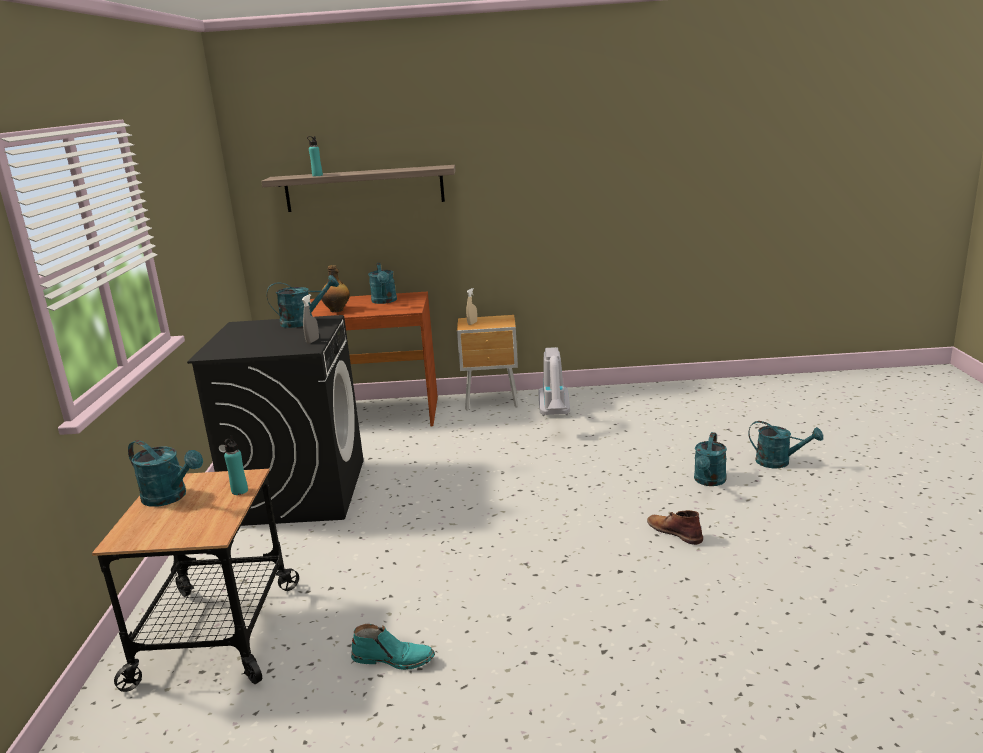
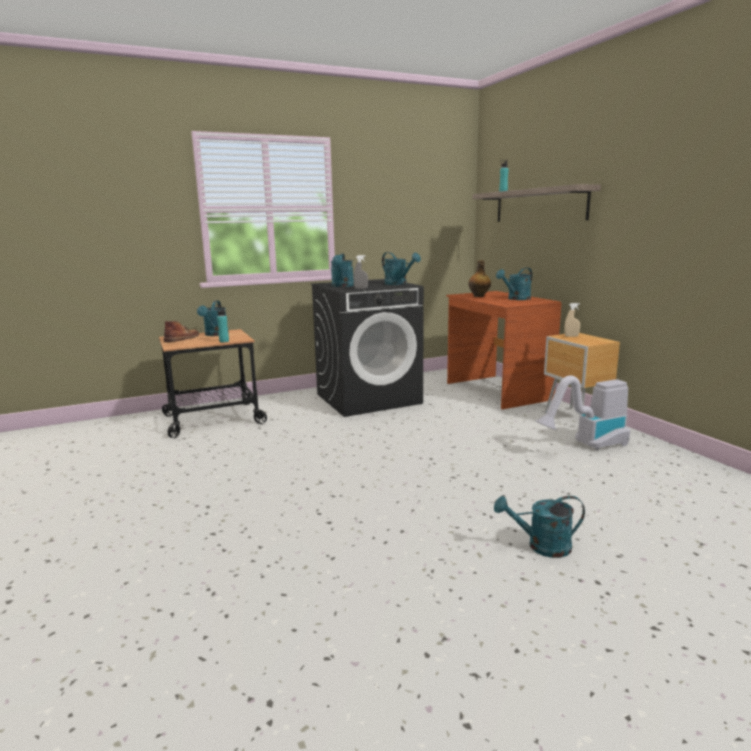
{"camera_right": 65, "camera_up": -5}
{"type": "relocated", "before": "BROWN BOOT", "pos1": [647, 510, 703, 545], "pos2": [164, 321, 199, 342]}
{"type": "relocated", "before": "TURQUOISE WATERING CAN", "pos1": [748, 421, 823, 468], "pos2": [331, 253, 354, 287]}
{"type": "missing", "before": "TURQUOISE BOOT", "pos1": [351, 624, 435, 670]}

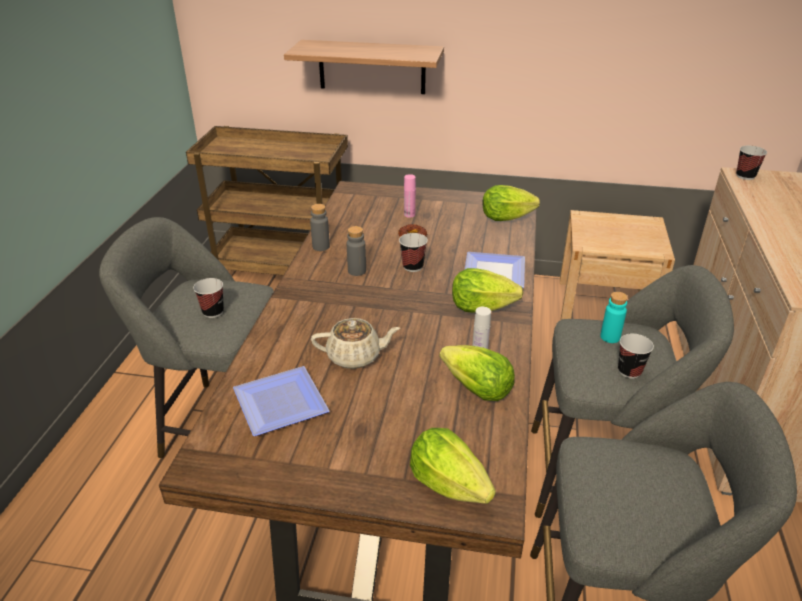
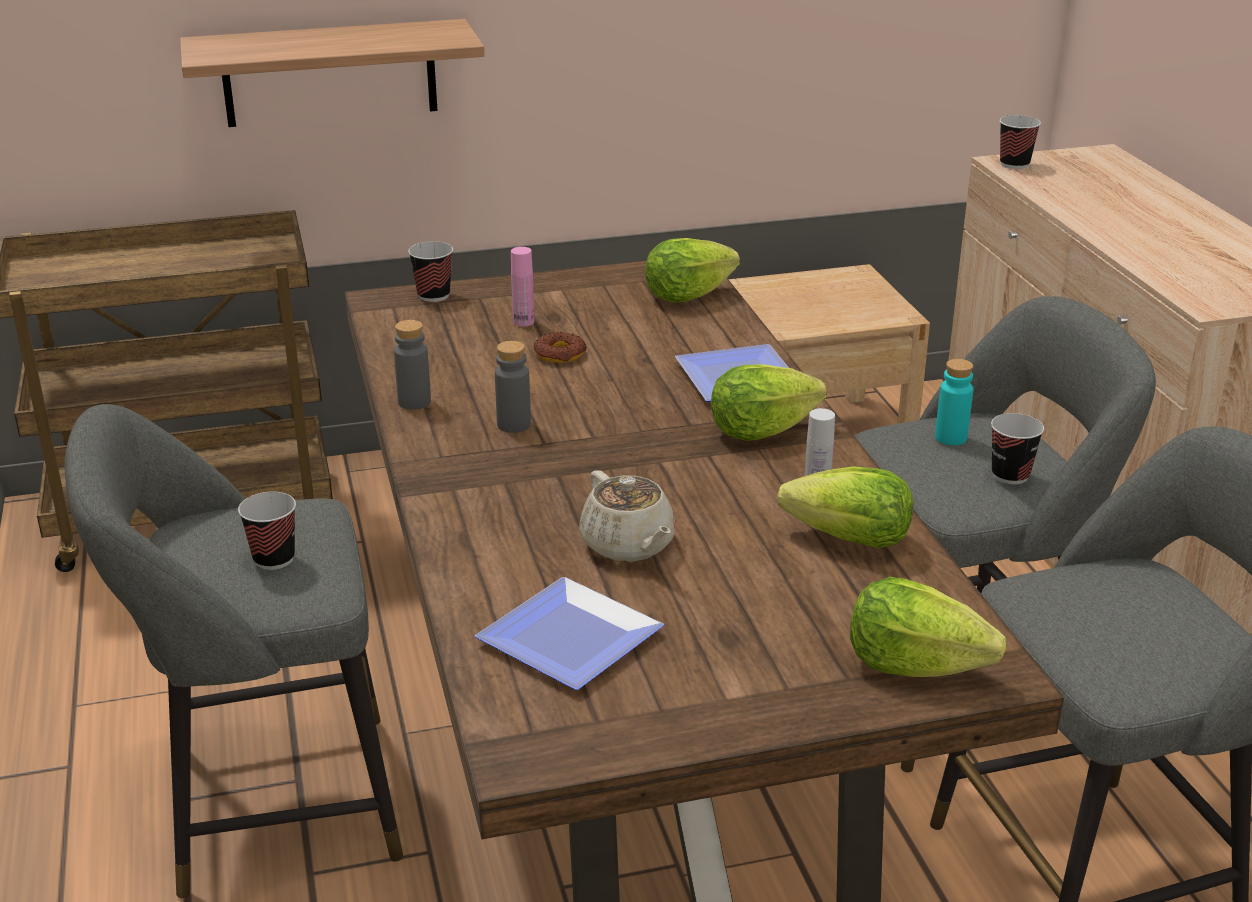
{"camera_right": -25, "camera_up": -5}
{"type": "relocated", "before": "CUP", "pos1": [399, 233, 428, 272], "pos2": [408, 241, 453, 302]}
{"type": "spun", "before": "BEIGE TEAPOT", "pos1": [311, 318, 400, 369], "pos2": [579, 470, 676, 562], "turn": 90}

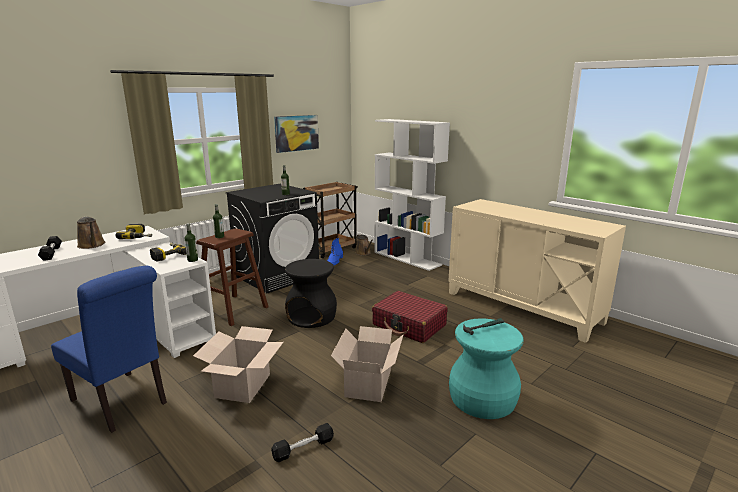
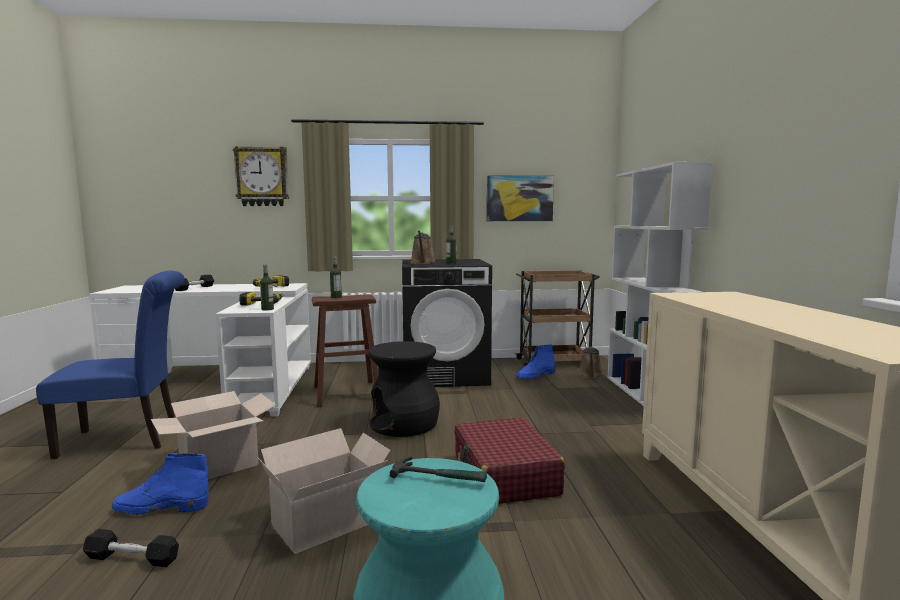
{"camera_right": 40, "camera_up": -10}
{"type": "spun", "before": "BLUE CHAIR", "pos1": [51, 266, 167, 433], "pos2": [36, 271, 184, 459], "turn": -90}
{"type": "appeared", "after": "BLUE BOOT", "pos2": [112, 453, 209, 515]}
{"type": "appeared", "after": "WALL CLOCK", "pos2": [233, 146, 289, 206]}
{"type": "relocated", "before": "BROWN WATERING CAN", "pos1": [77, 216, 105, 249], "pos2": [410, 231, 436, 264]}

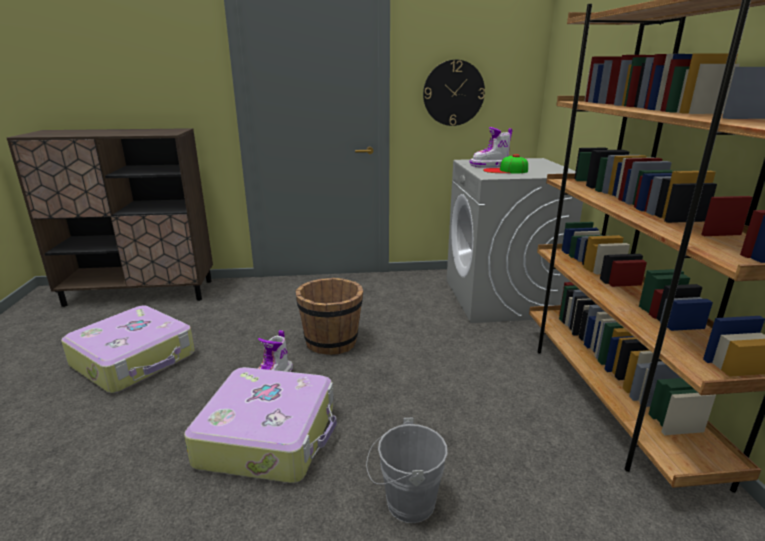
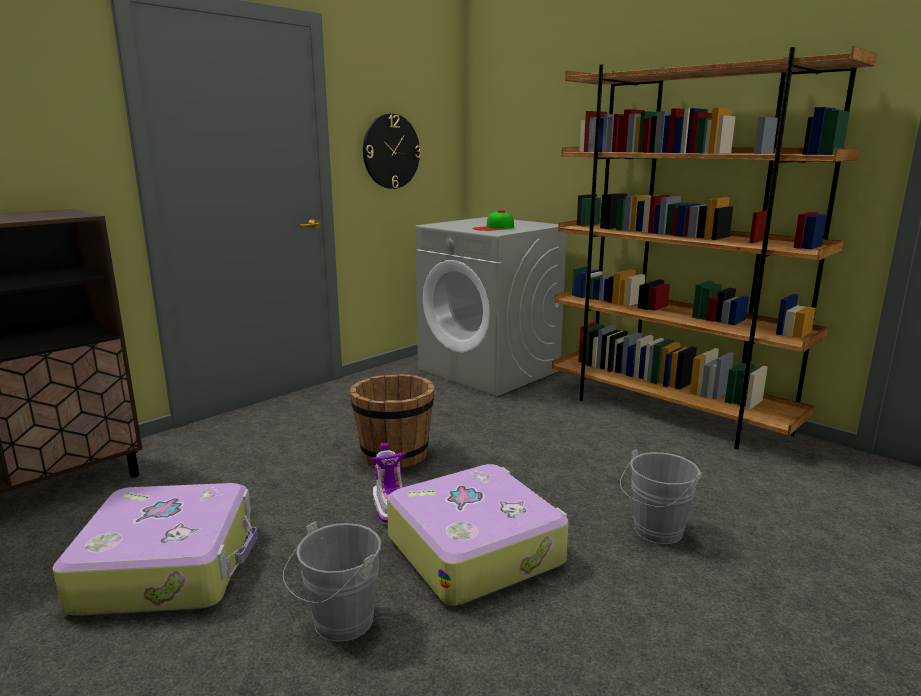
{"camera_right": -40, "camera_up": -5}
{"type": "appeared", "after": "GREY BUCKET", "pos2": [283, 521, 381, 642]}
{"type": "missing", "before": "BOOT", "pos1": [470, 127, 512, 167]}

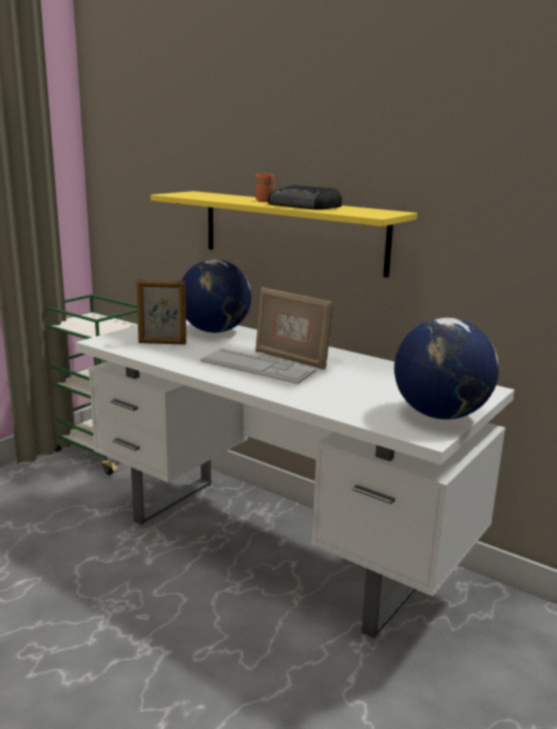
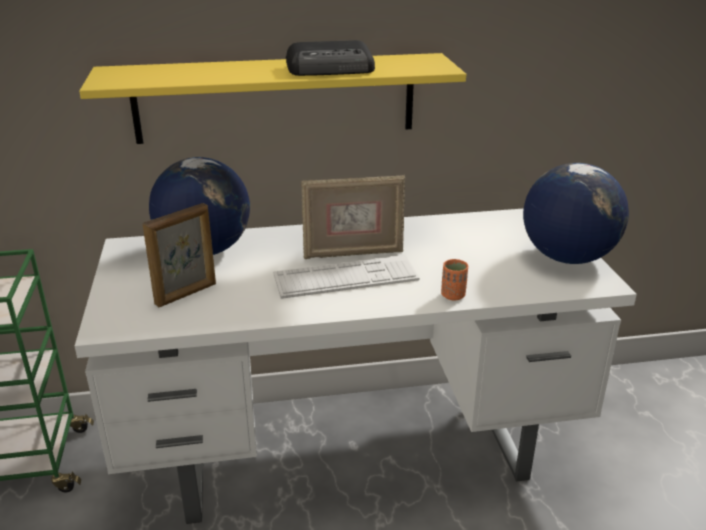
{"camera_right": -45, "camera_up": 10}
{"type": "relocated", "before": "ORANGE CUP", "pos1": [256, 174, 274, 202], "pos2": [441, 259, 468, 301]}

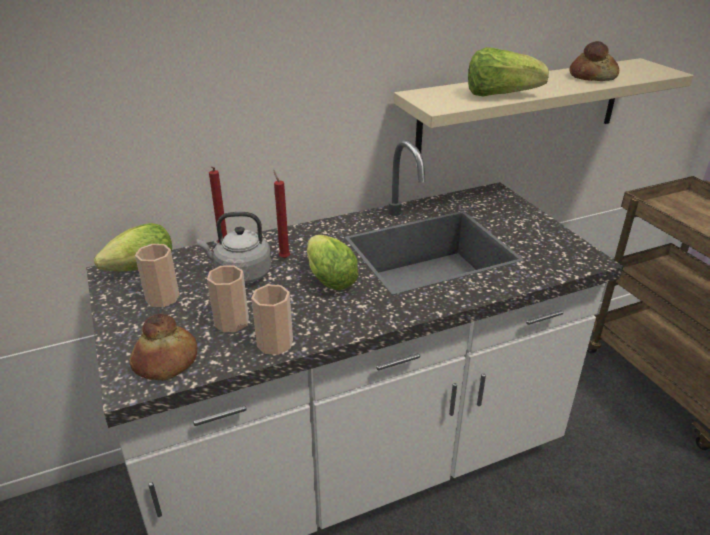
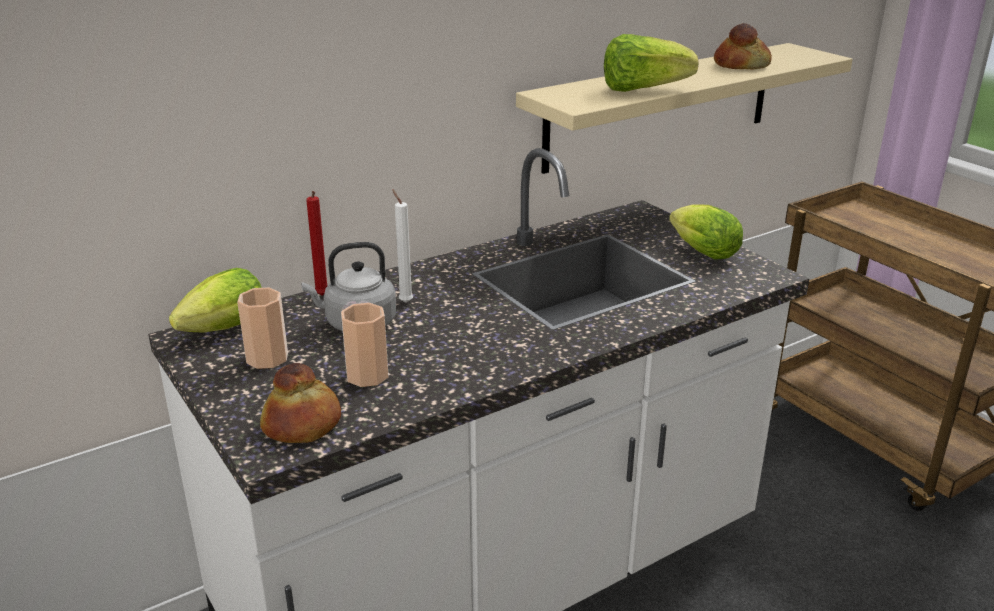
{"camera_right": -10, "camera_up": -5}
{"type": "colour", "before": "RED CANDLE", "after": "WHITE CANDLE", "pos1": [273, 170, 290, 258], "pos2": [392, 189, 413, 303]}
{"type": "relocated", "before": "LETTUCE", "pos1": [307, 235, 359, 290], "pos2": [669, 204, 743, 260]}
{"type": "missing", "before": "CUP", "pos1": [251, 284, 293, 355]}

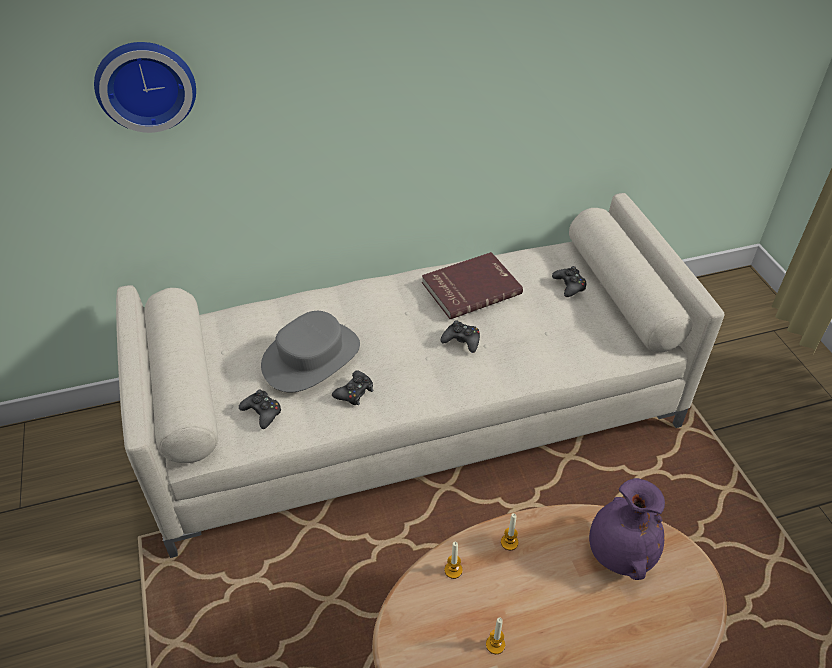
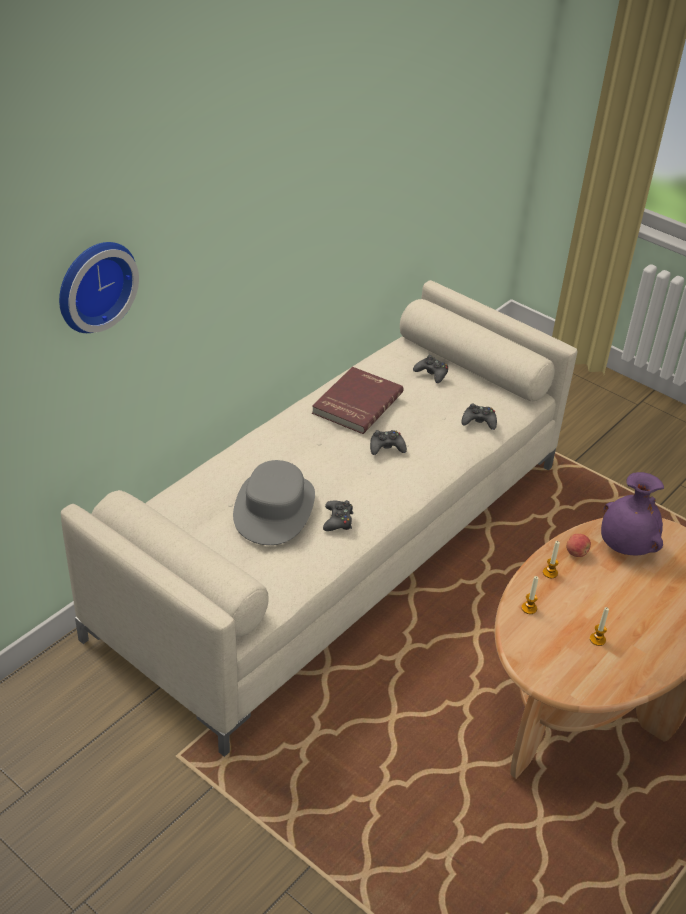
{"camera_right": -35, "camera_up": -5}
{"type": "relocated", "before": "BLACK GAME CONTROLLER", "pos1": [239, 389, 282, 429], "pos2": [462, 403, 497, 430]}
{"type": "appeared", "after": "APPLE", "pos2": [566, 534, 591, 557]}

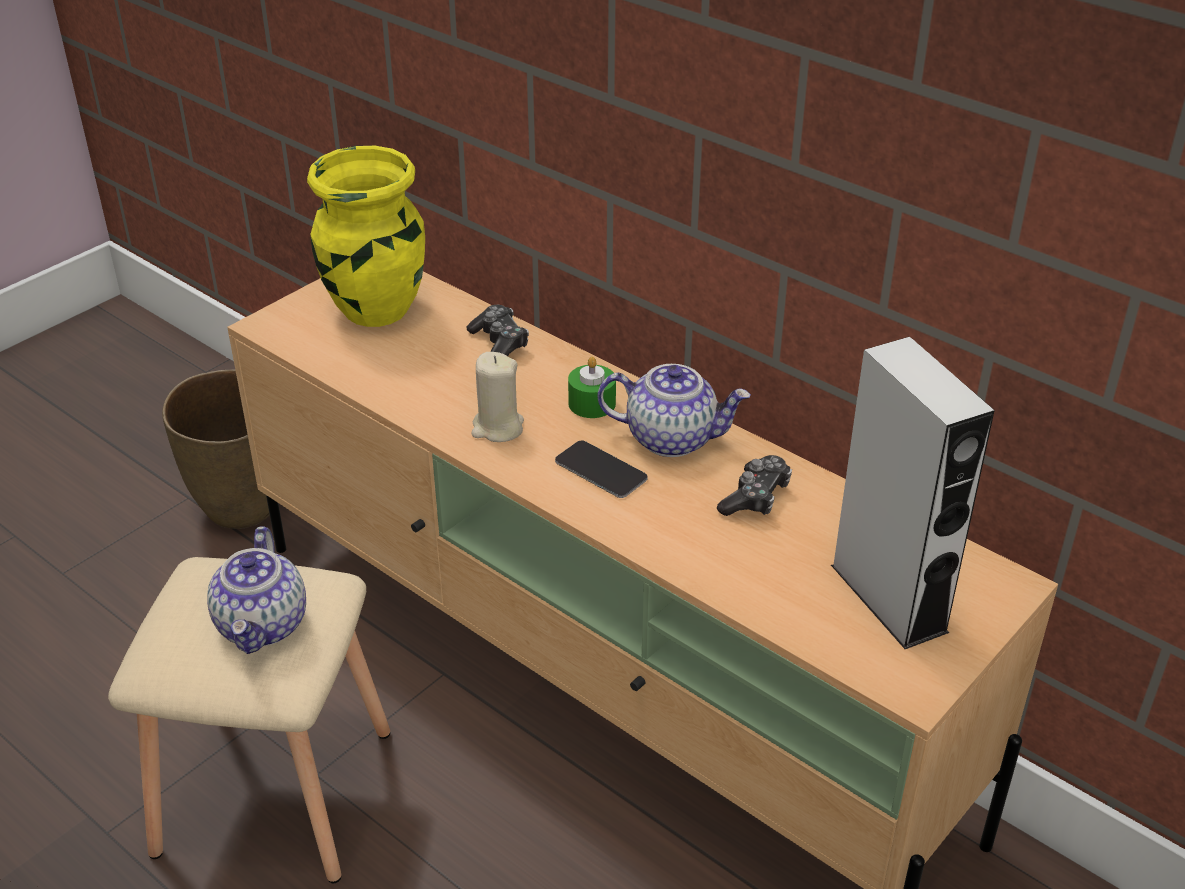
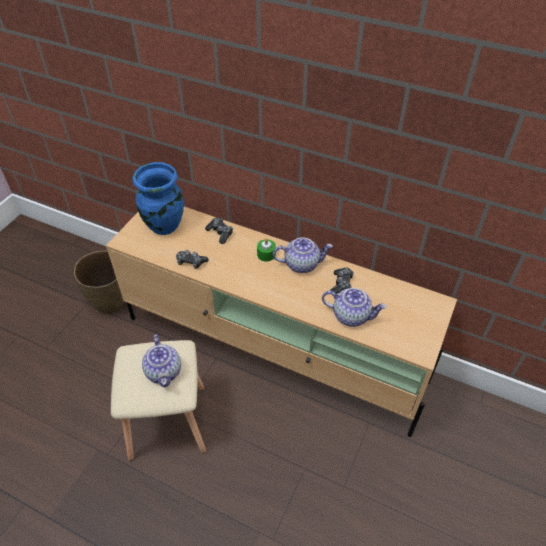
{"camera_right": -15, "camera_up": 10}
{"type": "colour", "before": "YELLOW VASE", "after": "BLUE VASE", "pos1": [307, 146, 425, 327], "pos2": [132, 162, 184, 235]}
{"type": "appeared", "after": "GAME CONTROLLER", "pos2": [176, 250, 209, 269]}
{"type": "appeared", "after": "TEAPOT", "pos2": [322, 288, 387, 327]}
{"type": "missing", "before": "BEIGE CANDLE", "pos1": [472, 352, 524, 442]}
{"type": "missing", "before": "PHONE", "pos1": [555, 441, 647, 498]}
{"type": "missing", "before": "GREY SPEAKER", "pos1": [831, 337, 995, 649]}

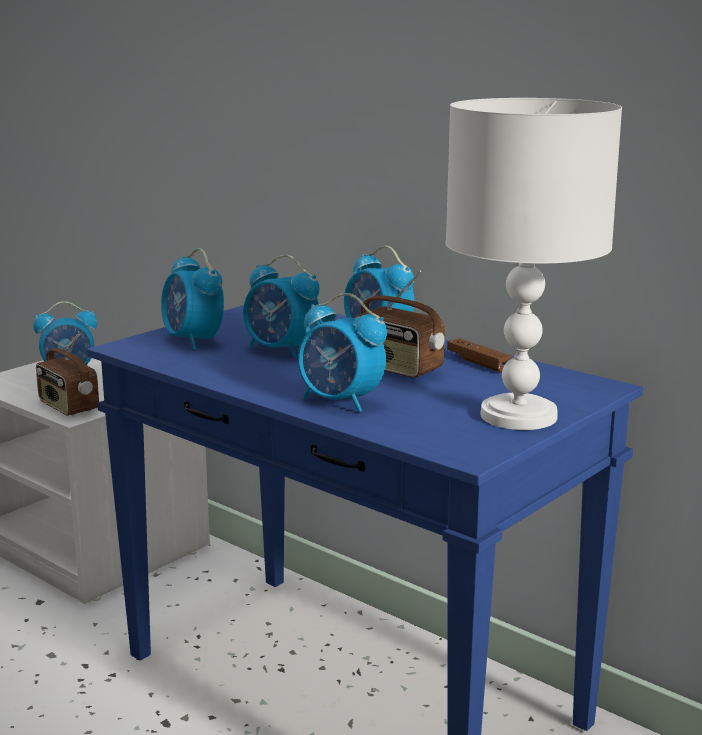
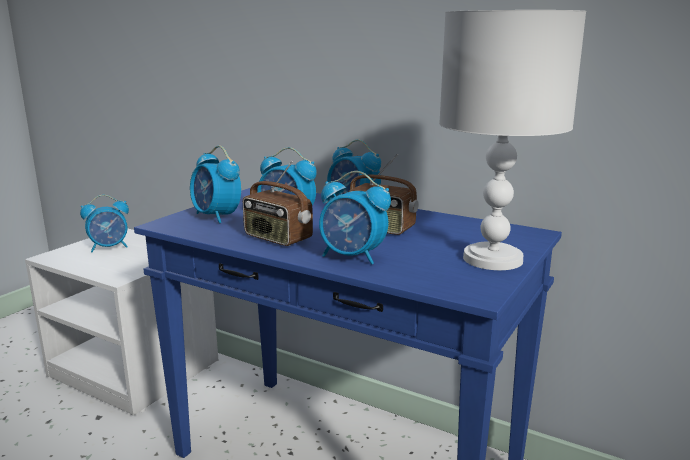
{"camera_right": -10, "camera_up": 0}
{"type": "relocated", "before": "RADIO", "pos1": [36, 331, 99, 416], "pos2": [243, 161, 313, 246]}
{"type": "missing", "before": "BROWN GAME CONTROLLER", "pos1": [447, 338, 511, 372]}

